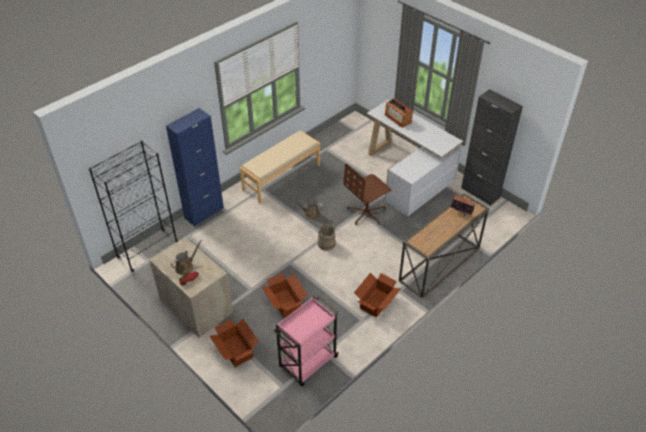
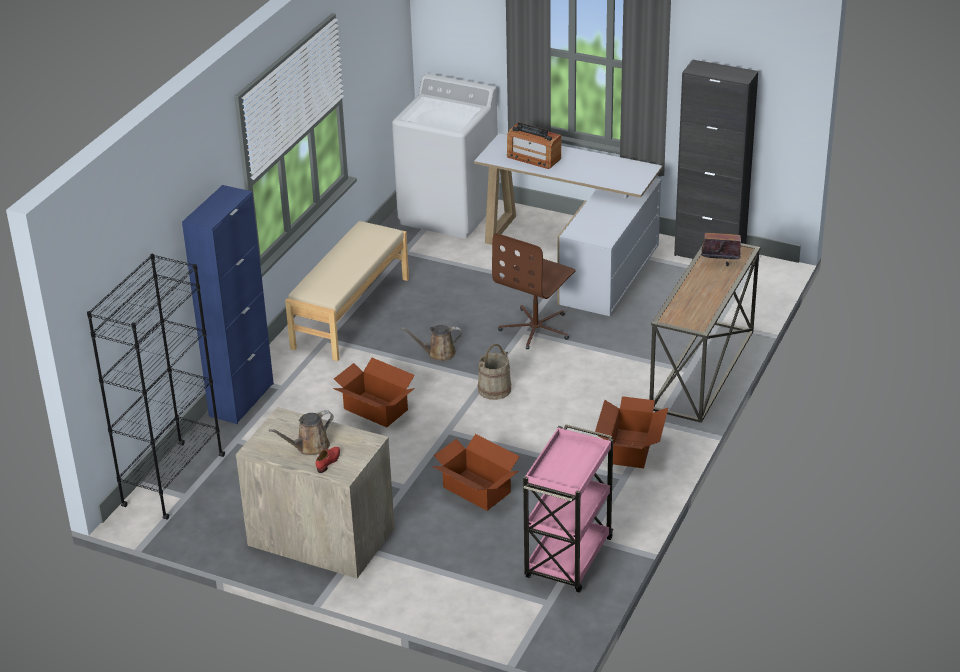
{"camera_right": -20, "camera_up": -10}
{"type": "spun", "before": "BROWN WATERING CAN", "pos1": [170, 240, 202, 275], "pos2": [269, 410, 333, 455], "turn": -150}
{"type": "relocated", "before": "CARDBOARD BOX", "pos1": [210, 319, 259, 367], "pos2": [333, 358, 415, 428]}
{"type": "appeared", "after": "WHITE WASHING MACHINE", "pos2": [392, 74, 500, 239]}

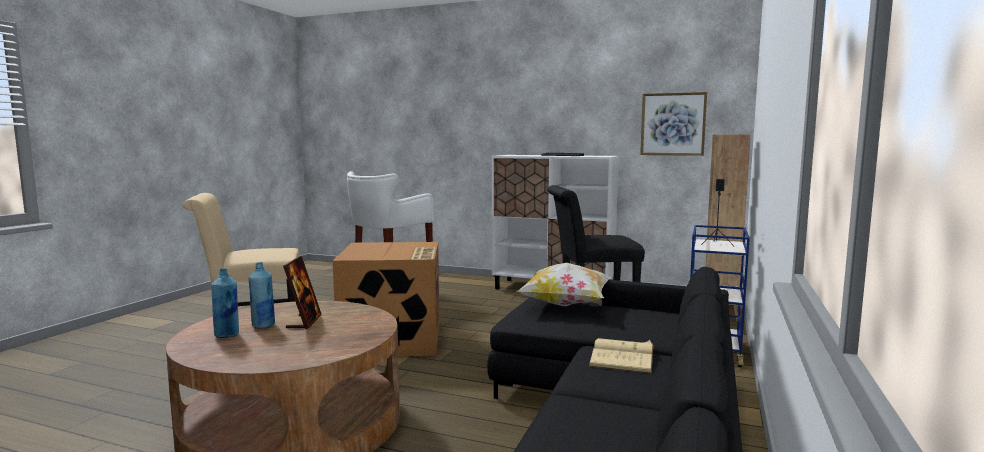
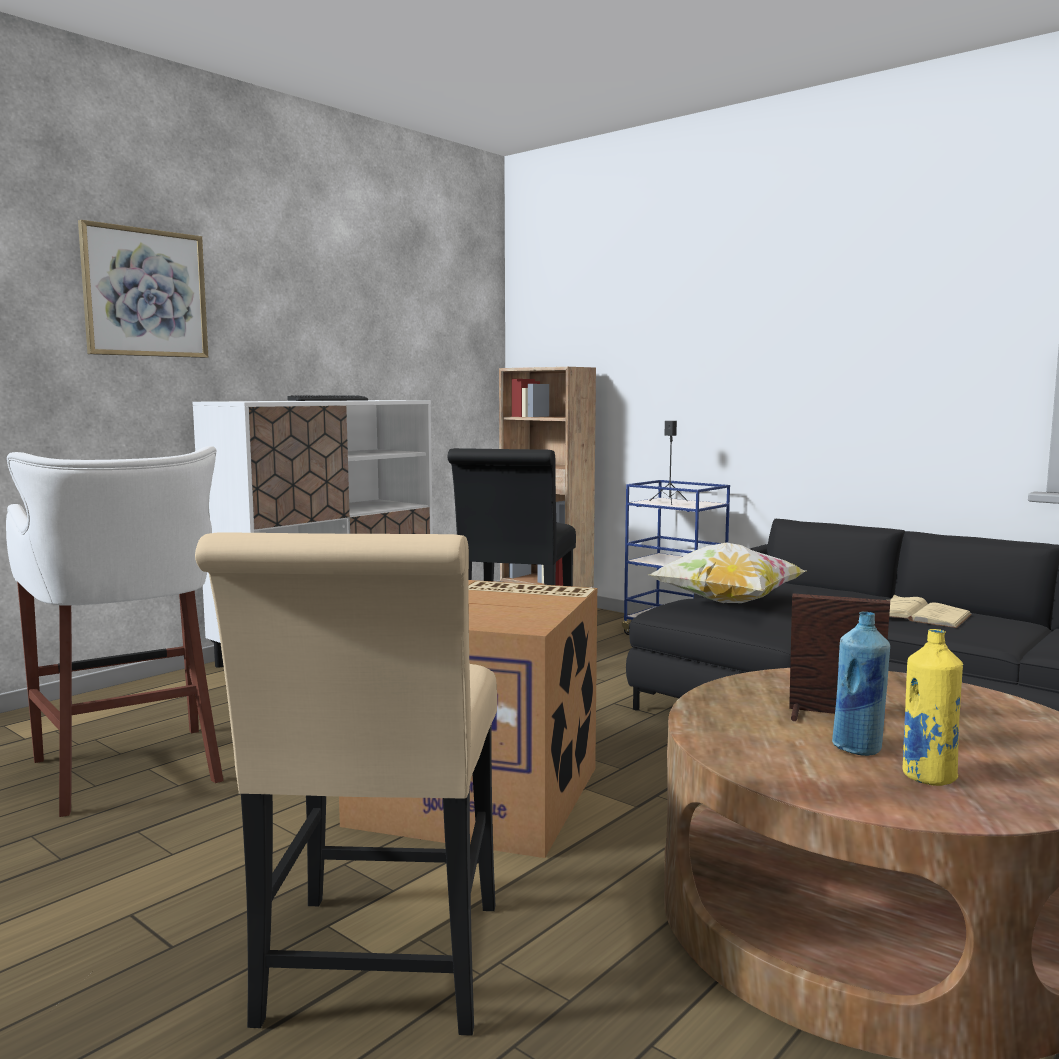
{"camera_right": -70, "camera_up": 0}
{"type": "relocated", "before": "PICTURE", "pos1": [640, 92, 707, 156], "pos2": [78, 220, 208, 358]}
{"type": "colour", "before": "BLUE BOTTLE", "after": "YELLOW BOTTLE", "pos1": [211, 268, 239, 338], "pos2": [902, 629, 963, 786]}

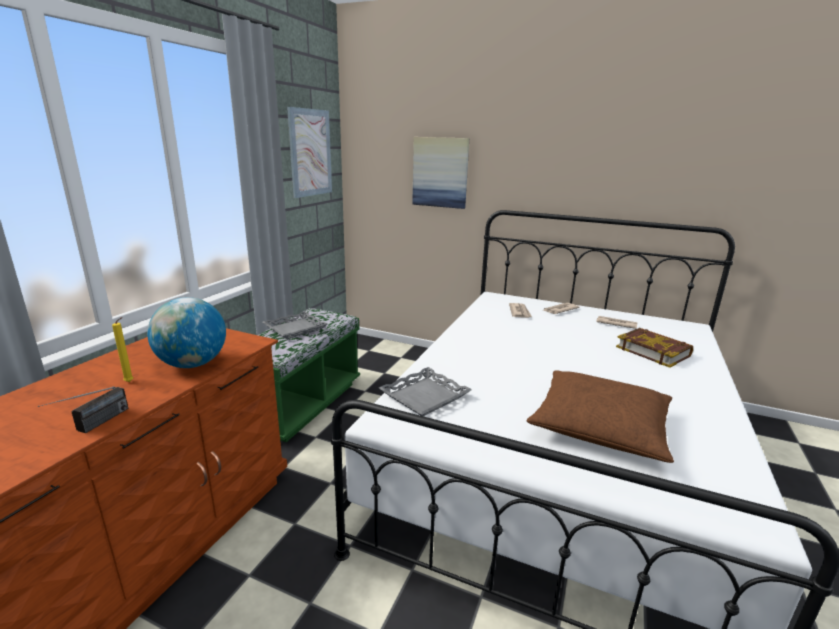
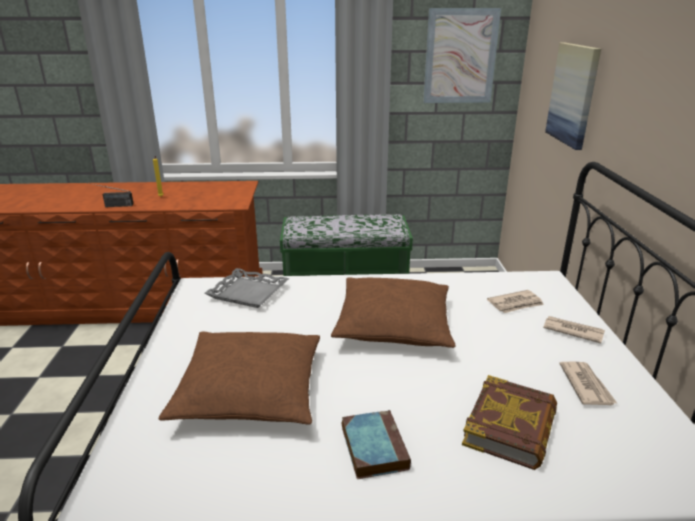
{"camera_right": 65, "camera_up": 5}
{"type": "appeared", "after": "BROWN PILLOW", "pos2": [331, 277, 455, 348]}
{"type": "appeared", "after": "BOOK", "pos2": [342, 410, 411, 479]}
{"type": "missing", "before": "GLOBE", "pos1": [147, 297, 226, 368]}
{"type": "missing", "before": "GREY TRAY", "pos1": [262, 311, 328, 339]}

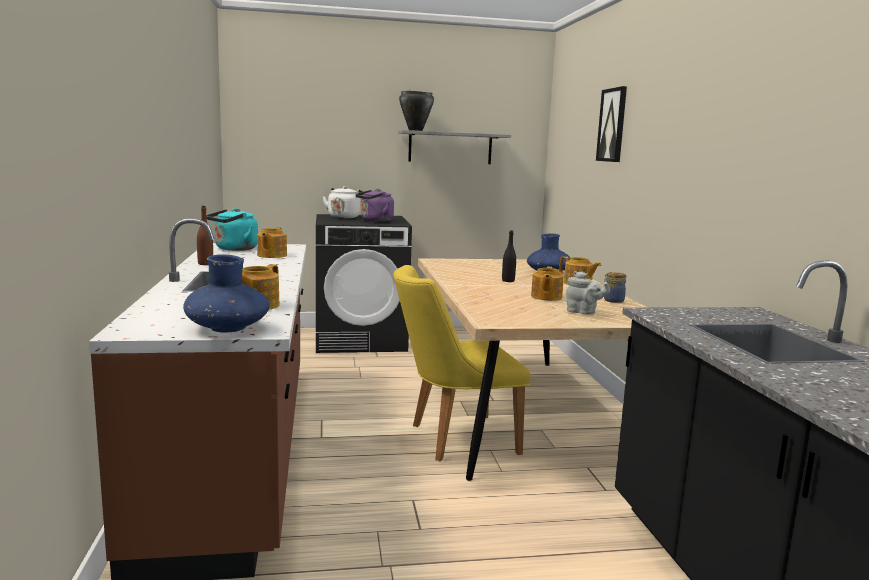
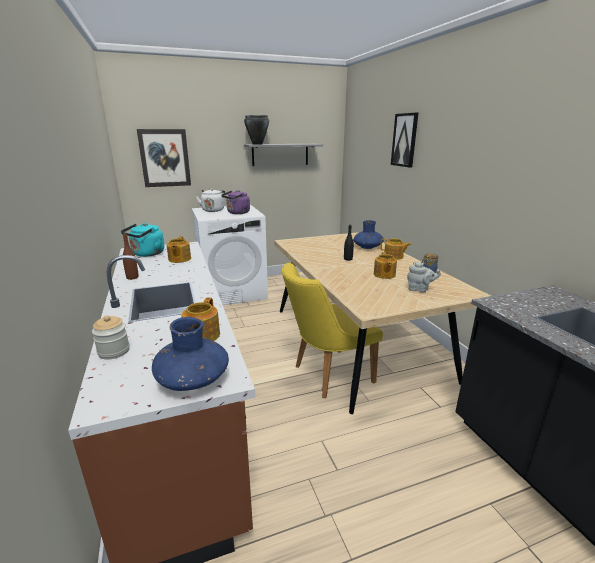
{"camera_right": -10, "camera_up": 10}
{"type": "appeared", "after": "JAR", "pos2": [92, 315, 130, 359]}
{"type": "appeared", "after": "PICTURE", "pos2": [137, 129, 191, 187]}
{"type": "colour", "before": "BLACK WASHING MACHINE", "after": "WHITE WASHING MACHINE", "pos1": [316, 214, 412, 353], "pos2": [192, 205, 268, 305]}

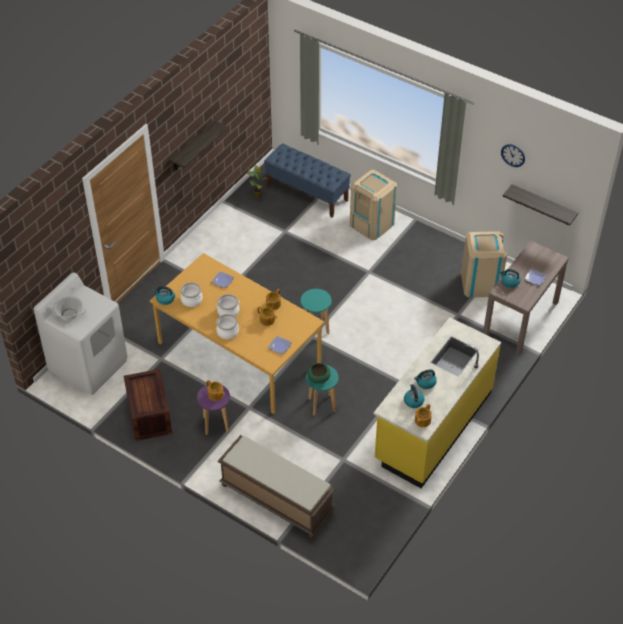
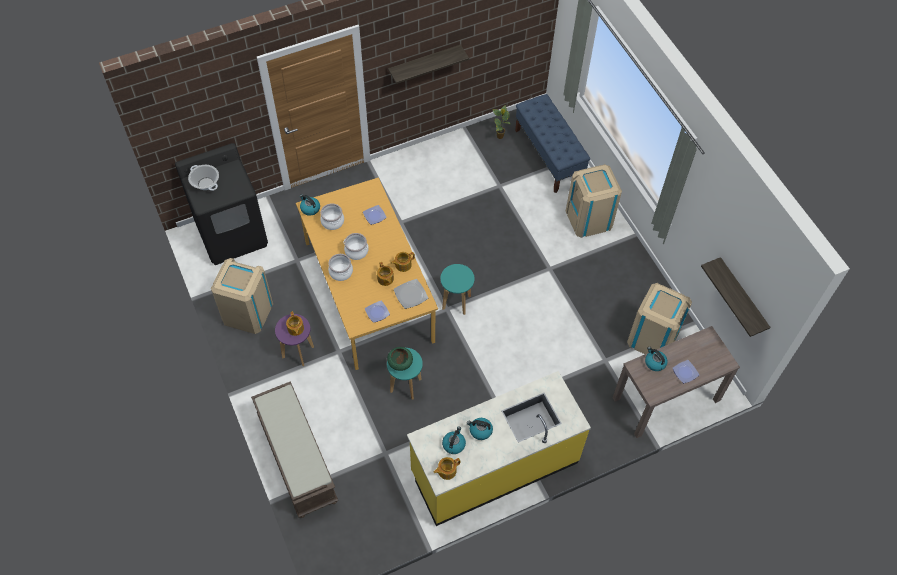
{"camera_right": 30, "camera_up": 10}
{"type": "colour", "before": "WHITE WASHING MACHINE", "after": "BLACK WASHING MACHINE", "pos1": [33, 272, 128, 395], "pos2": [175, 143, 268, 265]}
{"type": "exchanged", "before": "CRATE", "after": "BEIGE TRASH CAN", "pos1": [124, 369, 172, 441], "pos2": [211, 258, 273, 334]}
{"type": "appeared", "after": "PLATE", "pos2": [394, 279, 428, 309]}
{"type": "missing", "before": "WALL CLOCK", "pos1": [501, 144, 525, 167]}

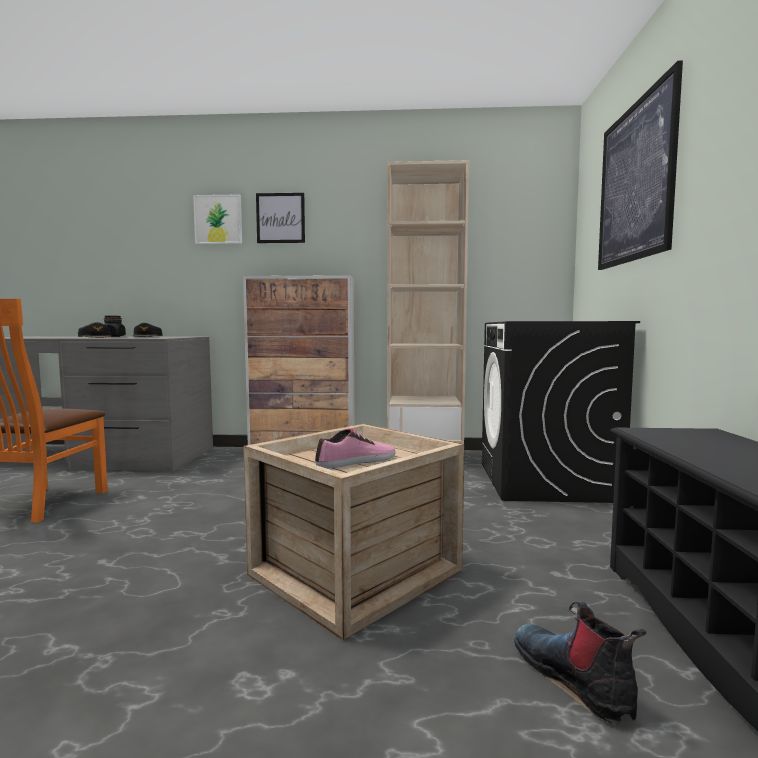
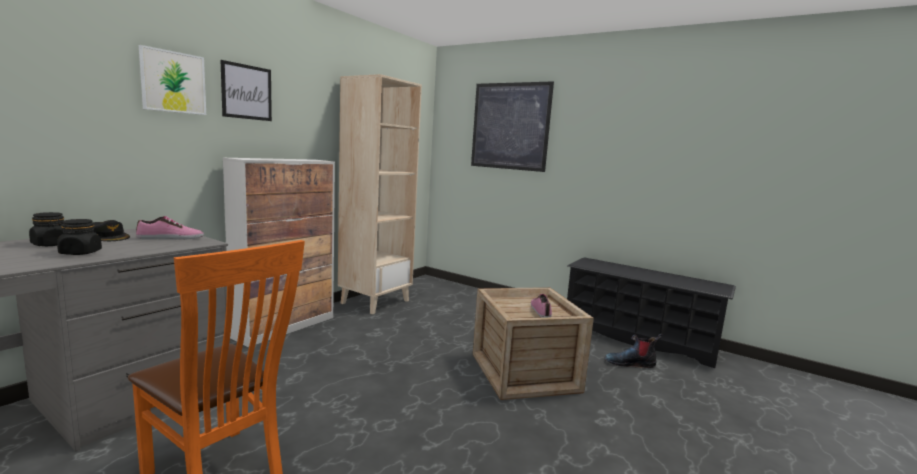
{"camera_right": -60, "camera_up": 5}
{"type": "exchanged", "before": "BLACK CAP", "after": "BLACK JAR", "pos1": [78, 322, 112, 338], "pos2": [57, 219, 102, 255]}
{"type": "appeared", "after": "SHOE", "pos2": [136, 216, 204, 240]}
{"type": "missing", "before": "BLACK WASHING MACHINE", "pos1": [482, 321, 640, 503]}

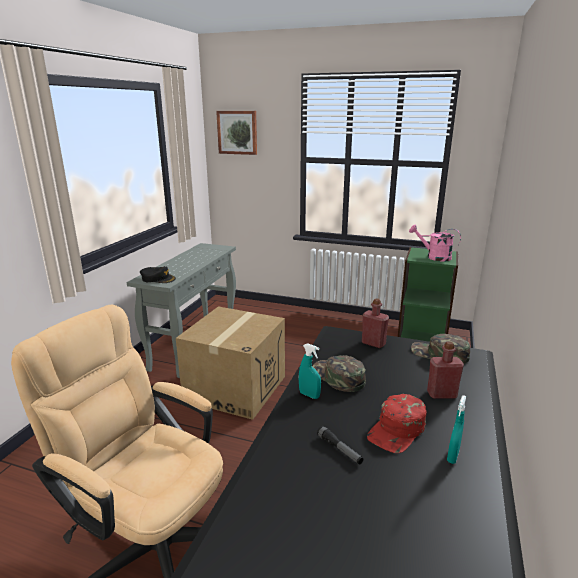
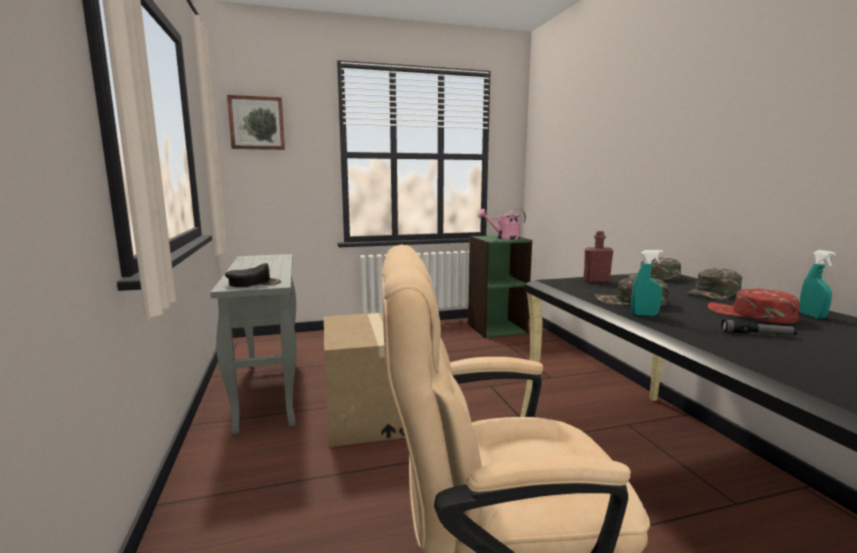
{"camera_right": -35, "camera_up": -10}
{"type": "exchanged", "before": "RED BOTTLE", "after": "GREEN CAP", "pos1": [427, 342, 464, 399], "pos2": [686, 269, 742, 300]}
{"type": "spun", "before": "RED CAP", "pos1": [367, 394, 427, 453], "pos2": [708, 288, 800, 323], "turn": 135}

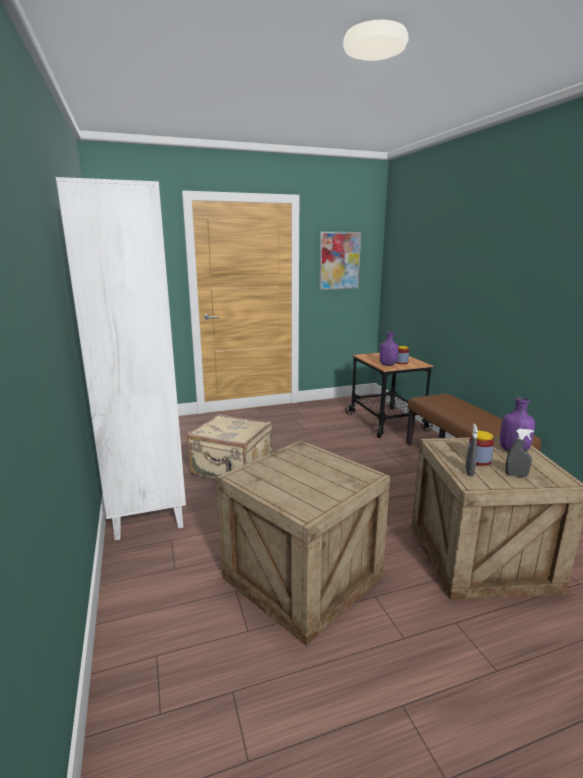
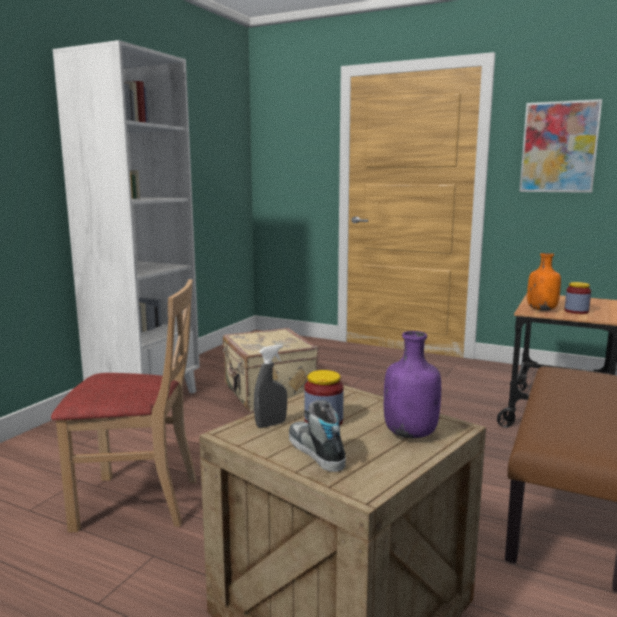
{"camera_right": 45, "camera_up": -5}
{"type": "exchanged", "before": "CRATE", "after": "BEIGE CHAIR", "pos1": [217, 440, 390, 646], "pos2": [51, 279, 197, 532]}
{"type": "exchanged", "before": "GREY SPRAY BOTTLE", "after": "SHOE", "pos1": [506, 429, 534, 477], "pos2": [289, 400, 346, 472]}
{"type": "colour", "before": "PURPLE BOTTLE", "after": "ORANGE BOTTLE", "pos1": [380, 332, 398, 366], "pos2": [527, 253, 561, 311]}

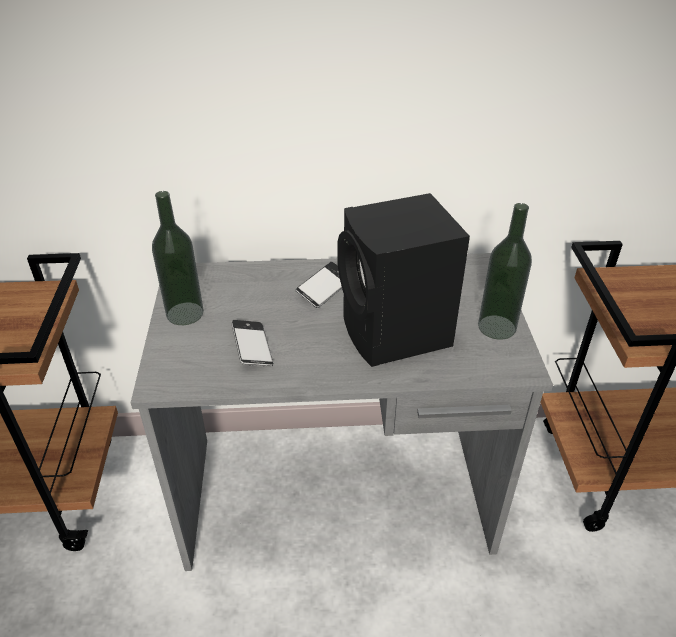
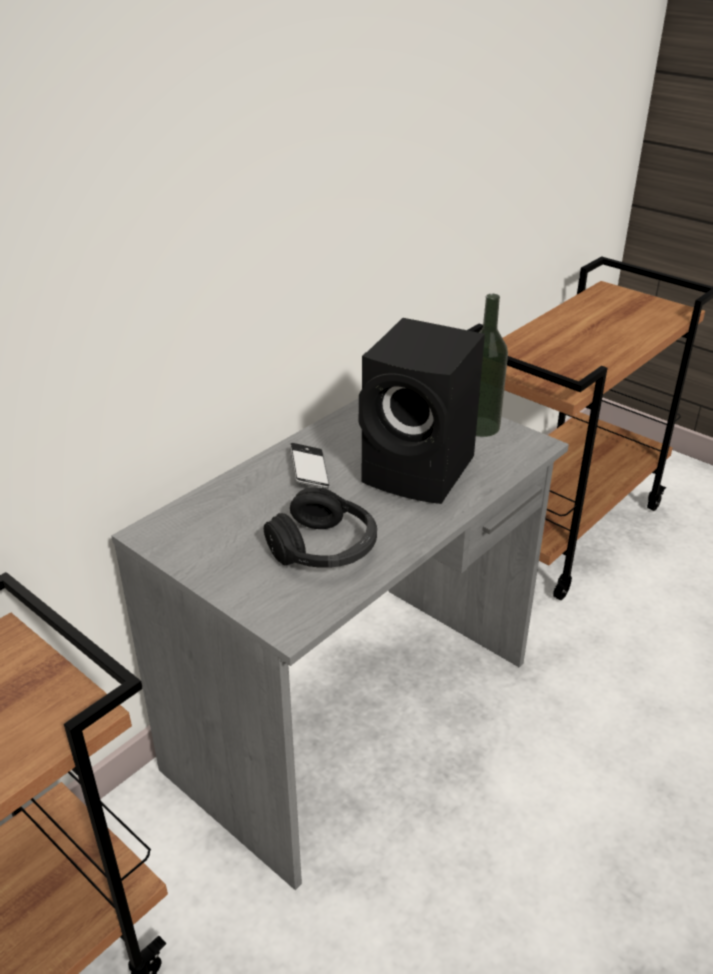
{"camera_right": -45, "camera_up": -5}
{"type": "exchanged", "before": "PHONE", "after": "BLACK HEADPHONES", "pos1": [231, 320, 274, 367], "pos2": [264, 487, 377, 567]}
{"type": "missing", "before": "BOTTLE", "pos1": [152, 191, 204, 325]}

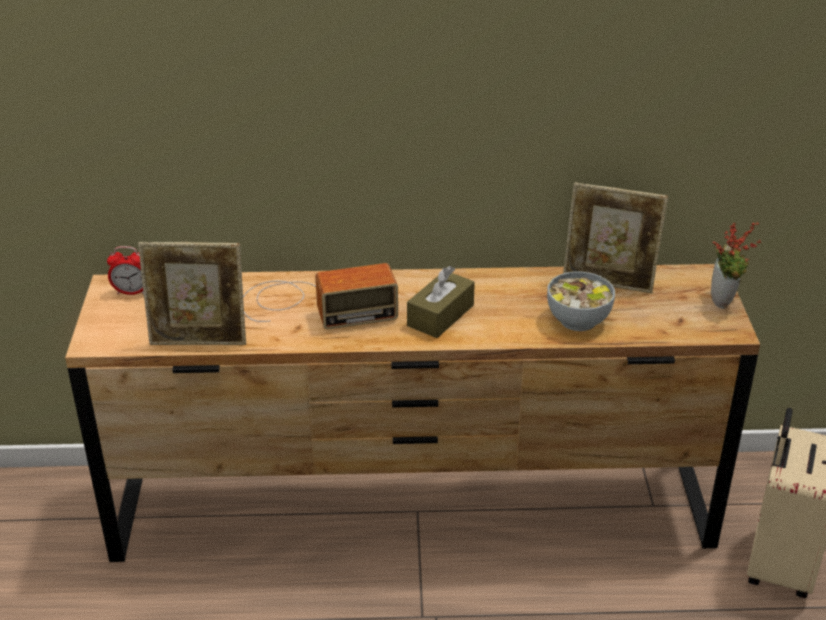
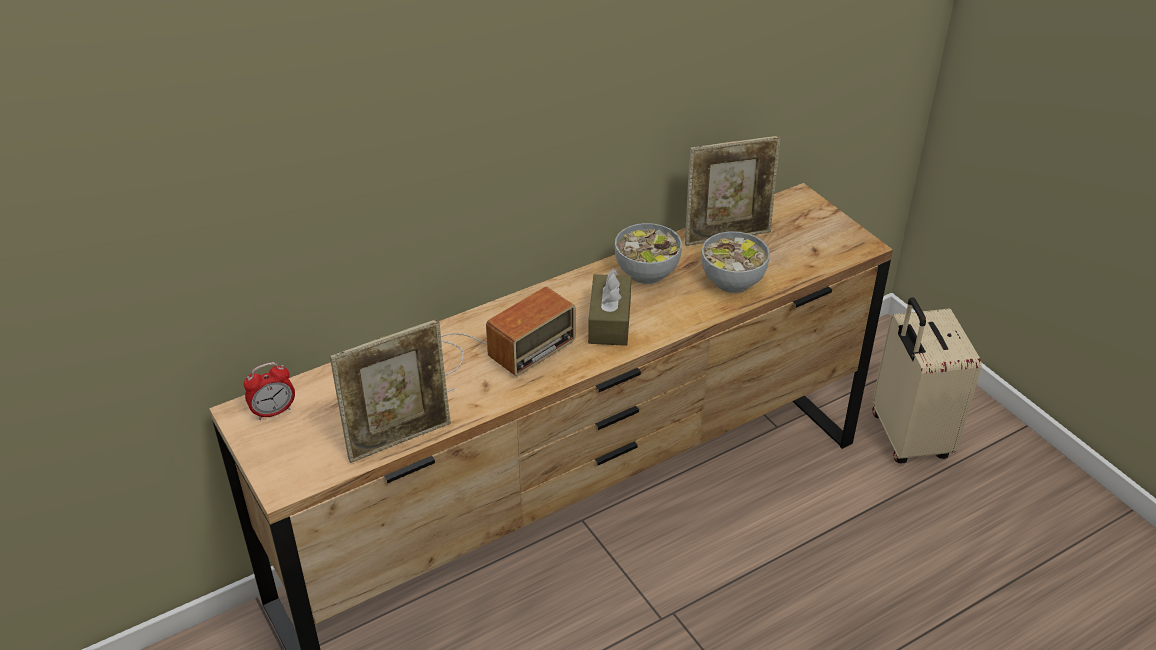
{"camera_right": -30, "camera_up": 5}
{"type": "appeared", "after": "BOWL", "pos2": [615, 223, 682, 284]}
{"type": "missing", "before": "POTTED PLANT", "pos1": [711, 222, 762, 309]}

